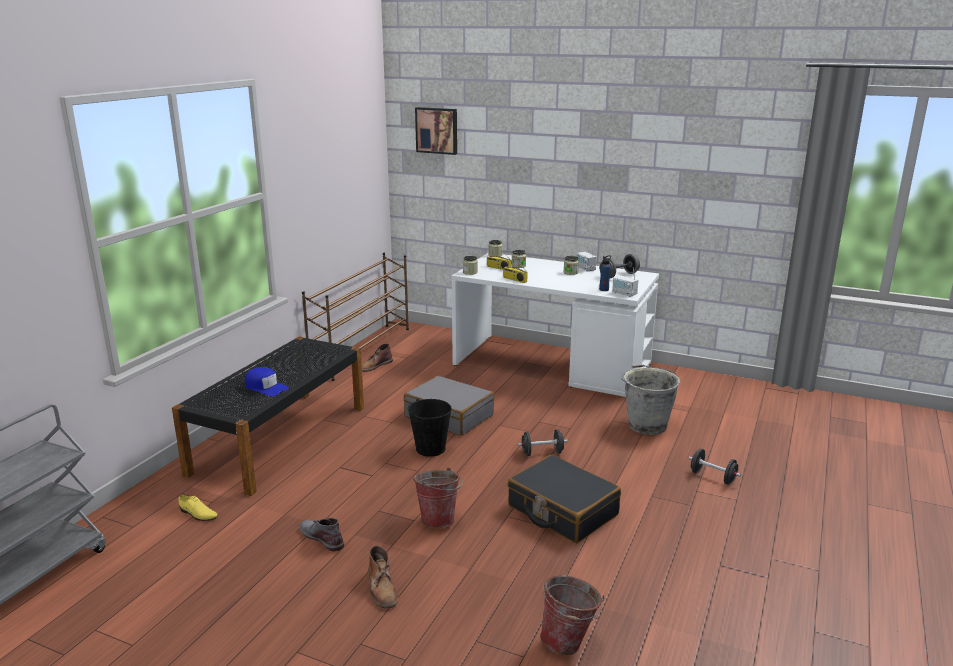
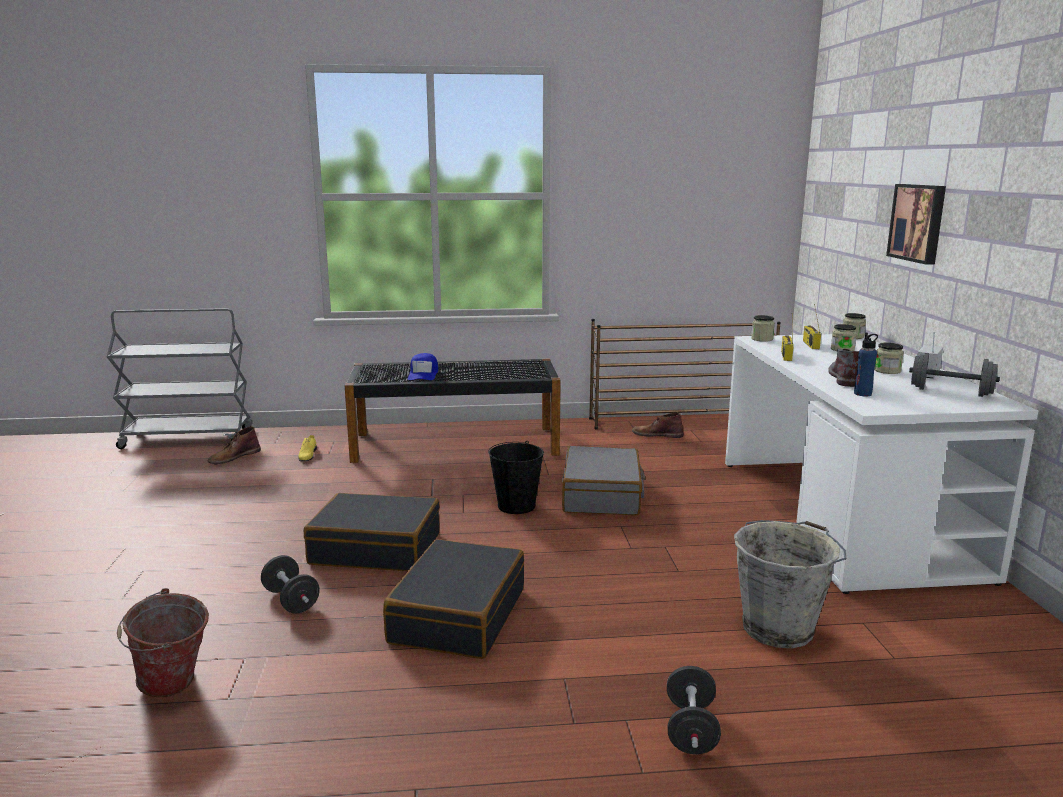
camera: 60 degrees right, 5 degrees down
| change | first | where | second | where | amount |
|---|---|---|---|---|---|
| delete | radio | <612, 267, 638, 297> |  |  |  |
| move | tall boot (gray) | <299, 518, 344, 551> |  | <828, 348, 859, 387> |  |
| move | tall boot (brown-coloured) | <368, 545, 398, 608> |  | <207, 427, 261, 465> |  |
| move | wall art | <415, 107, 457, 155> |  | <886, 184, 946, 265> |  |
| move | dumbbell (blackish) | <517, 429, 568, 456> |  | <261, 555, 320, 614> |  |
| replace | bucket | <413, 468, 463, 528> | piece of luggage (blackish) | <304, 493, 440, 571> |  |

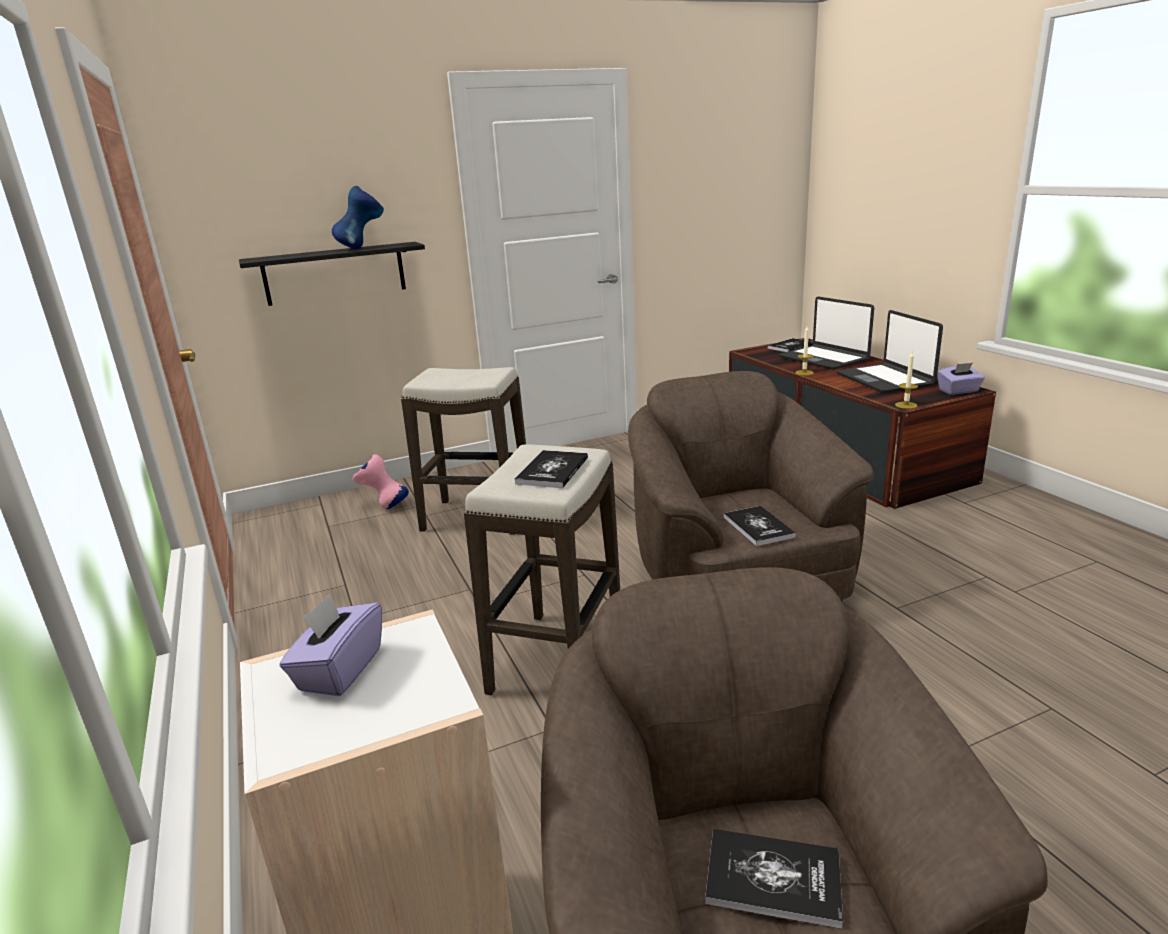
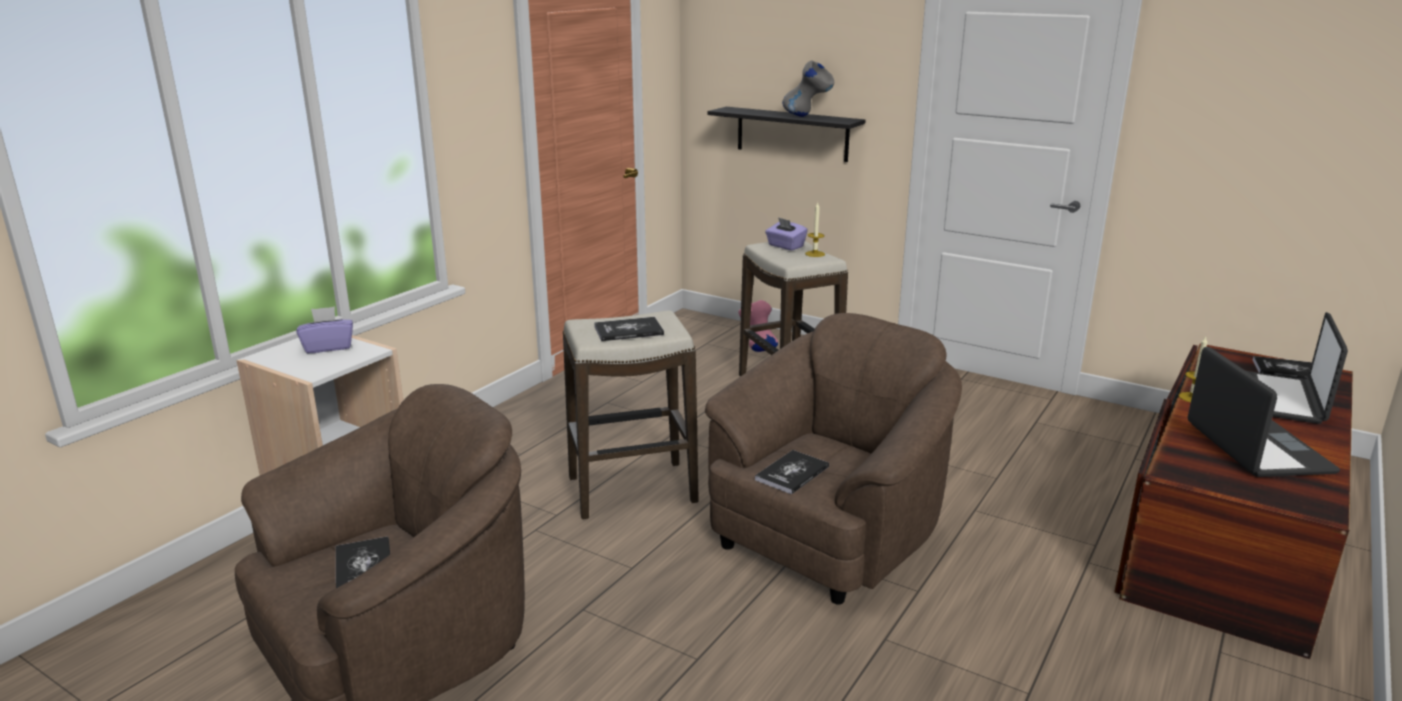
camera: 55 degrees right, 0 degrees up
| change | first | where | second | where | amount |
|---|---|---|---|---|---|
| move | wax light | <895, 352, 918, 409> |  | <805, 202, 825, 257> |  |
| move | tissue box (purplish) | <937, 363, 985, 395> |  | <765, 217, 808, 250> |  |
| recolor | vase (blue-coloured) | <332, 186, 384, 249> | vase (gray) | <782, 60, 834, 117> |  |
| rotate | portable computer | <837, 310, 943, 393> |  | <1188, 347, 1340, 477> | 135 degrees clockwise |

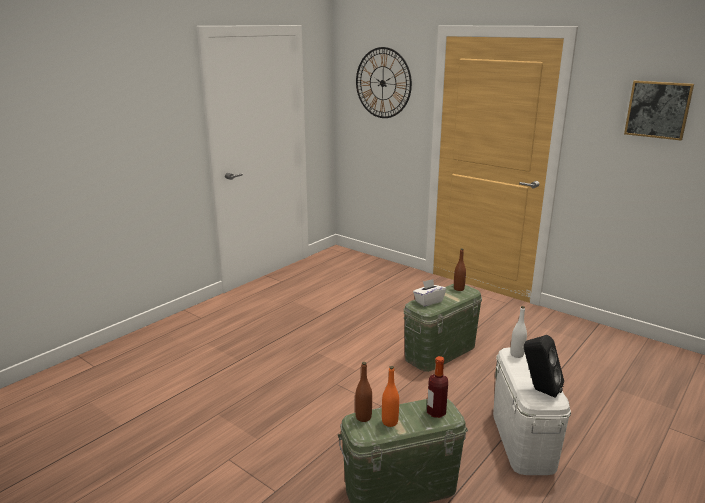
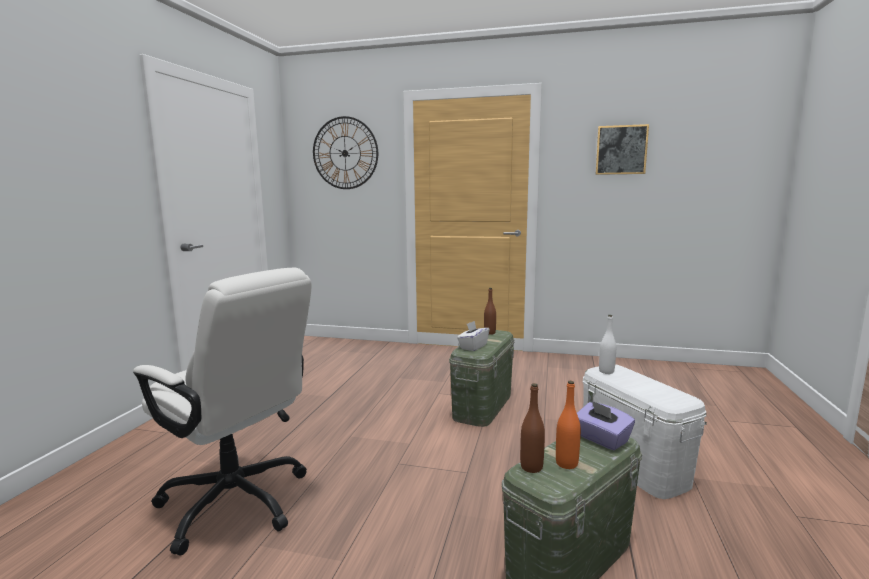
camera: 25 degrees left, 10 degrees down
| change | first | where | second | where | amount |
|---|---|---|---|---|---|
| delete | audio speaker (blackish) | <524, 335, 564, 398> |  |  |  |
| insert |  |  | desk chair (whitish) | <133, 268, 311, 556> |  |
| replace | drink bottle | <427, 356, 448, 418> | tissue box (purplish) | <577, 401, 635, 450> |  |

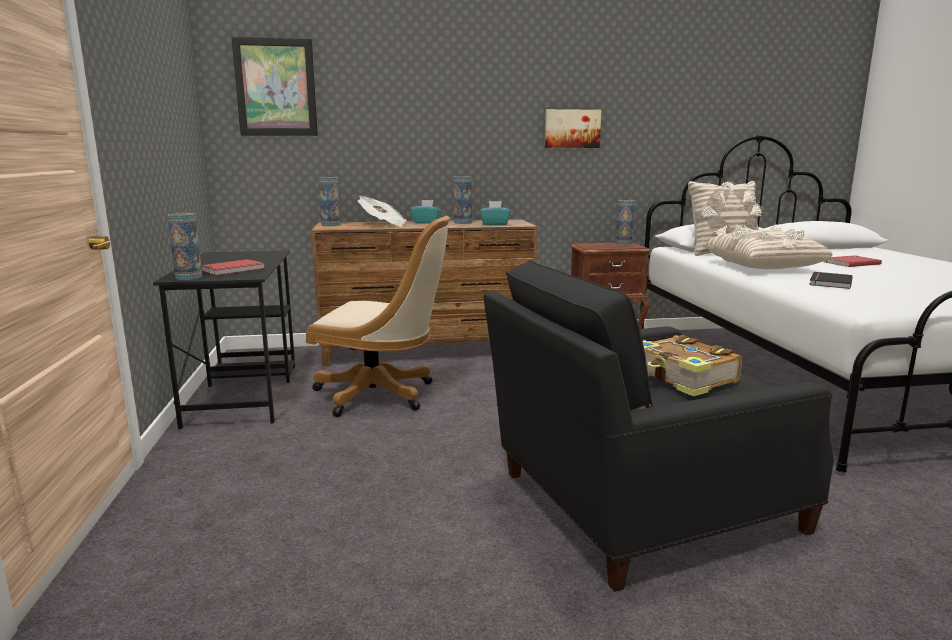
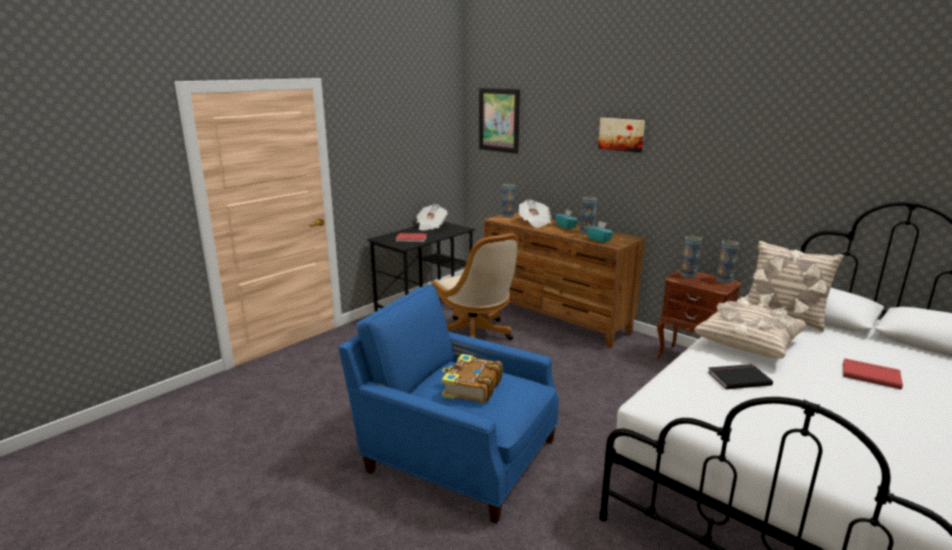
camera: 50 degrees right, 5 degrees up
| change | first | where | second | where | amount |
|---|---|---|---|---|---|
| insert |  |  | daily paper | <416, 204, 448, 230> |  |
| move | vase | <167, 213, 202, 280> |  | <680, 236, 702, 278> |  |
| move | wall art | <545, 109, 601, 148> |  | <598, 118, 645, 153> |  |
| recolor | armchair (blackish) | <483, 260, 834, 592> | armchair (blue-coloured) | <338, 285, 559, 524> |  |

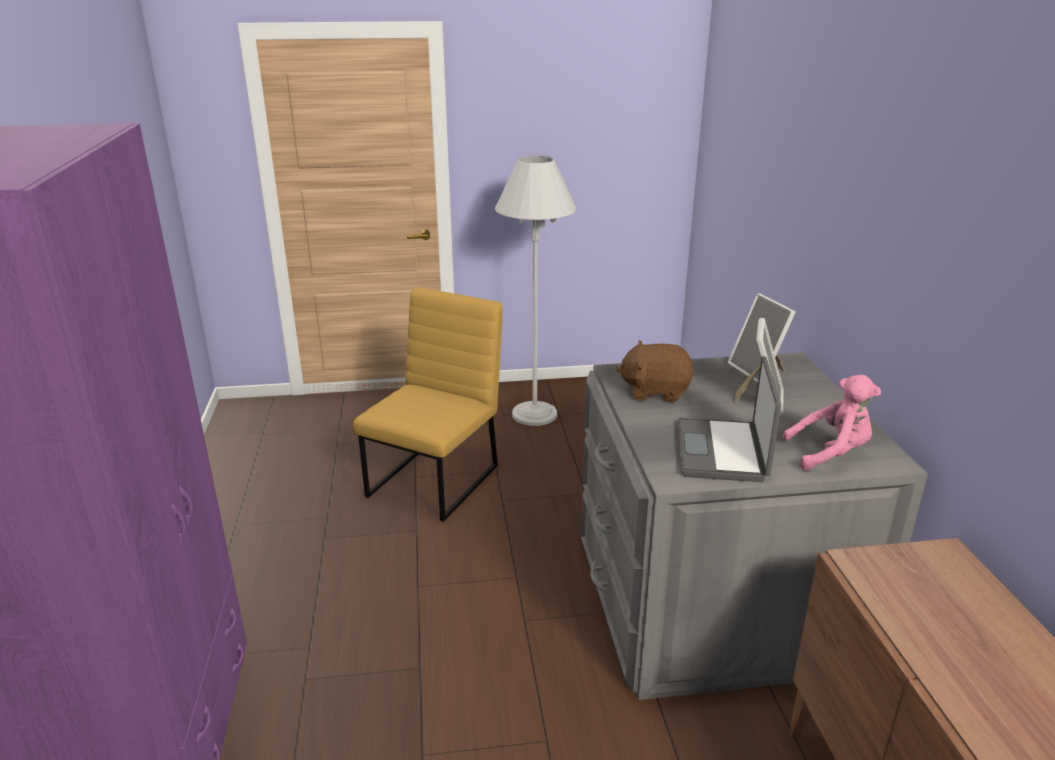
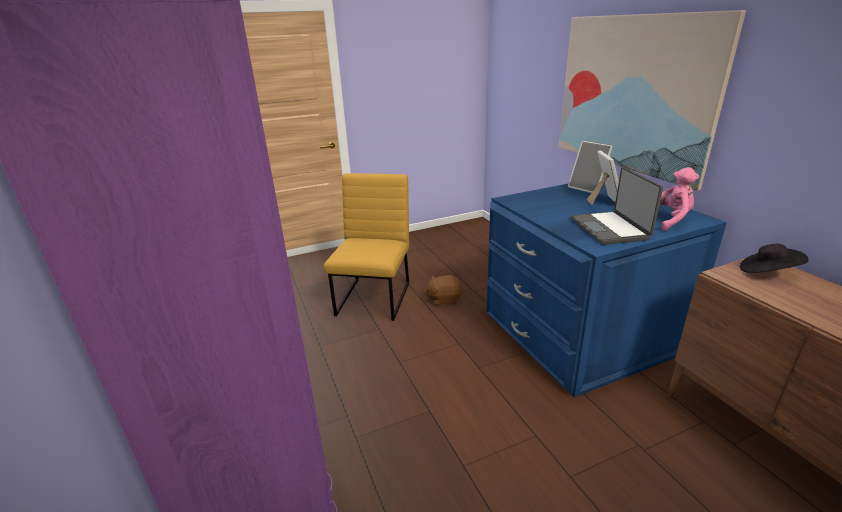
camera: 15 degrees left, 0 degrees up
| change | first | where | second | where | amount |
|---|---|---|---|---|---|
| delete | standing lamp (whitish) | <495, 156, 576, 426> |  |  |  |
| insert |  |  | wall art | <559, 10, 746, 191> |  |
| insert |  |  | hat (blackish) | <740, 244, 809, 273> |  |
| move | soft toy (brown-coloured) | <616, 340, 694, 403> |  | <424, 275, 462, 306> |  |
| recolor | dresser (gray) | <581, 352, 928, 700> | dresser (blue-coloured) | <486, 178, 727, 398> |  |

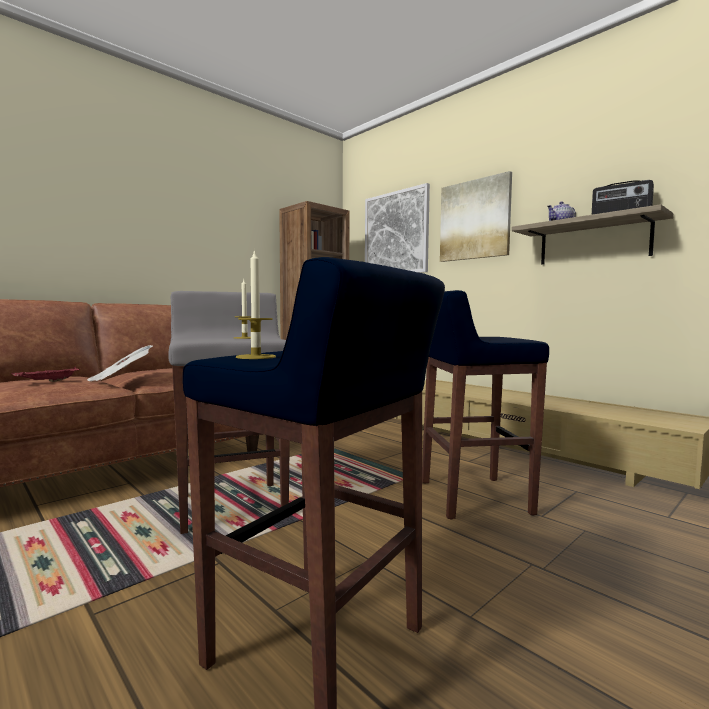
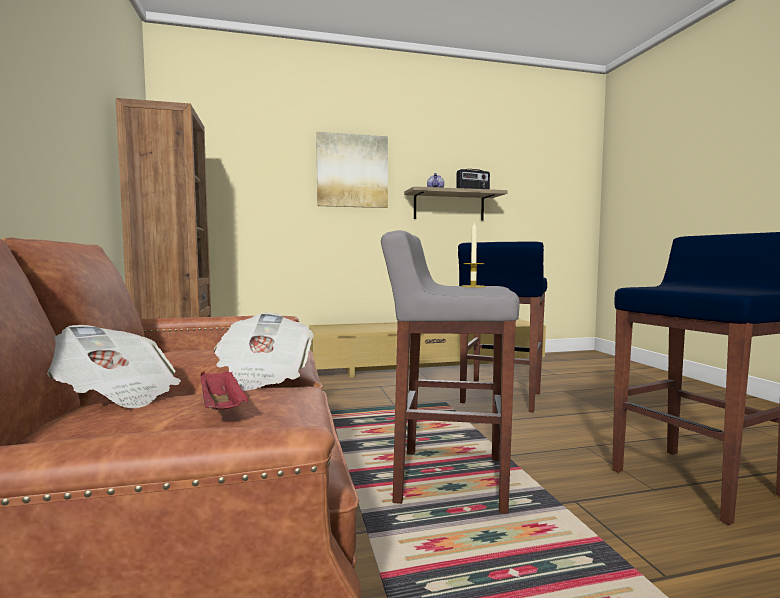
camera: 60 degrees left, 0 degrees up
| change | first | where | second | where | amount |
|---|---|---|---|---|---|
| delete | wax light | <236, 248, 276, 359> |  |  |  |
| delete | wall art | <365, 183, 430, 273> |  |  |  |
| insert |  |  | daily paper | <47, 325, 181, 408> |  |

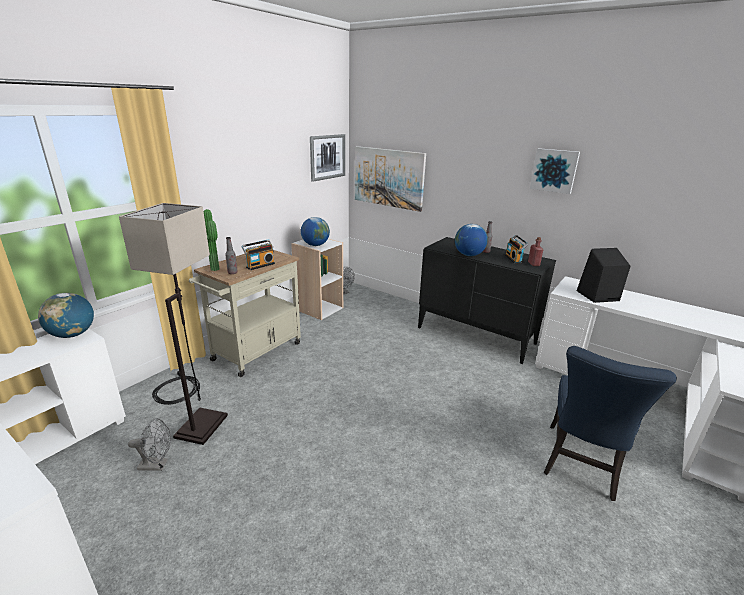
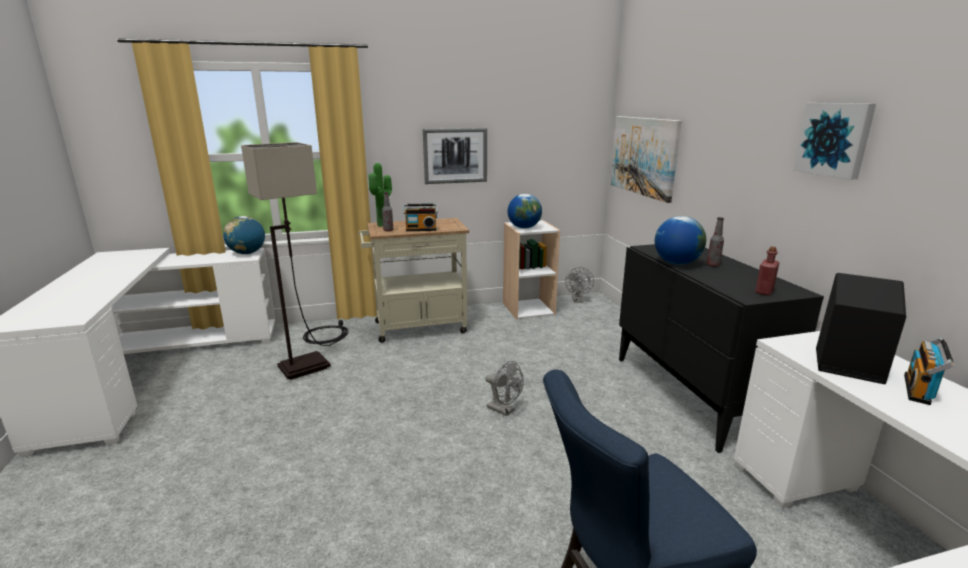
camera: 40 degrees right, 5 degrees down
| change | first | where | second | where | amount |
|---|---|---|---|---|---|
| move | electric fan (gray) | <128, 418, 171, 471> |  | <485, 361, 524, 416> |  |
| move | wall art | <310, 134, 345, 182> |  | <423, 128, 487, 184> |  |
| move | radio | <505, 235, 529, 264> |  | <904, 337, 955, 405> |  |

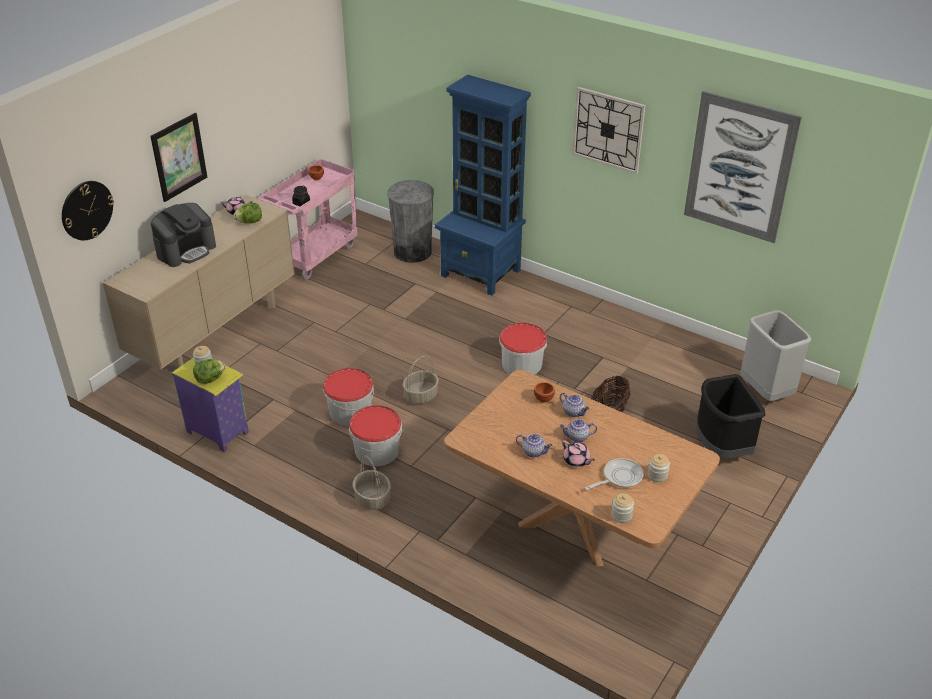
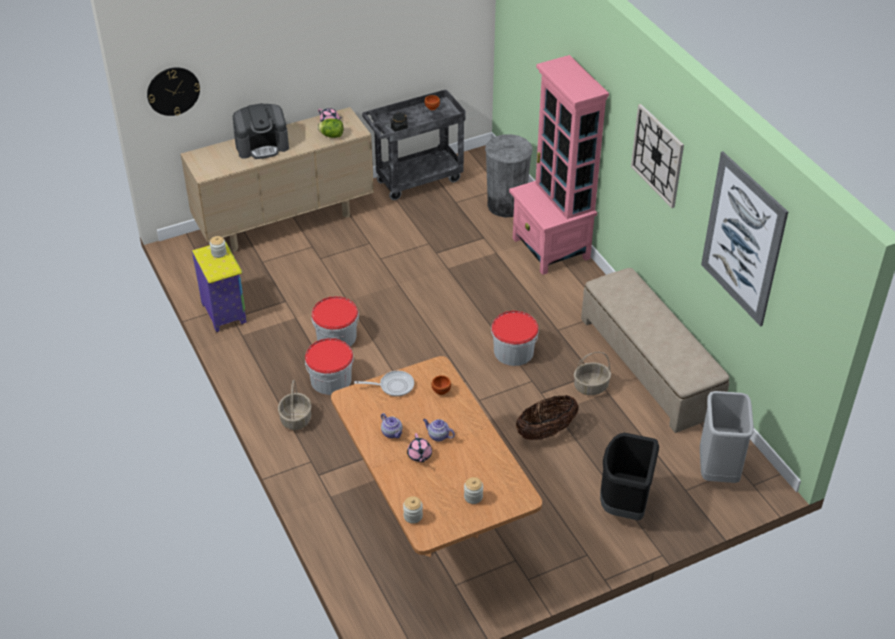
camera: 30 degrees right, 5 degrees up
| change | first | where | second | where | amount |
|---|---|---|---|---|---|
| delete | wall art | <150, 113, 207, 202> |  |  |  |
| delete | head of lettuce | <193, 359, 225, 384> |  |  |  |
| delete | pot for tea | <560, 392, 589, 417> |  |  |  |
| insert |  |  | indoor bench (beige) | <581, 268, 729, 433> |  |
| move | household basket | <403, 356, 439, 404> |  | <574, 352, 611, 395> |  |
| move | frying pan | <585, 458, 643, 490> |  | <355, 371, 414, 397> |  |
| recolor | cart (pinkish) | <258, 159, 358, 280> | cart (gray) | <362, 90, 465, 200> |  |
| recolor | cabinet (blue-coloured) | <435, 75, 531, 296> | cabinet (pinkish) | <509, 55, 609, 275> |  |

